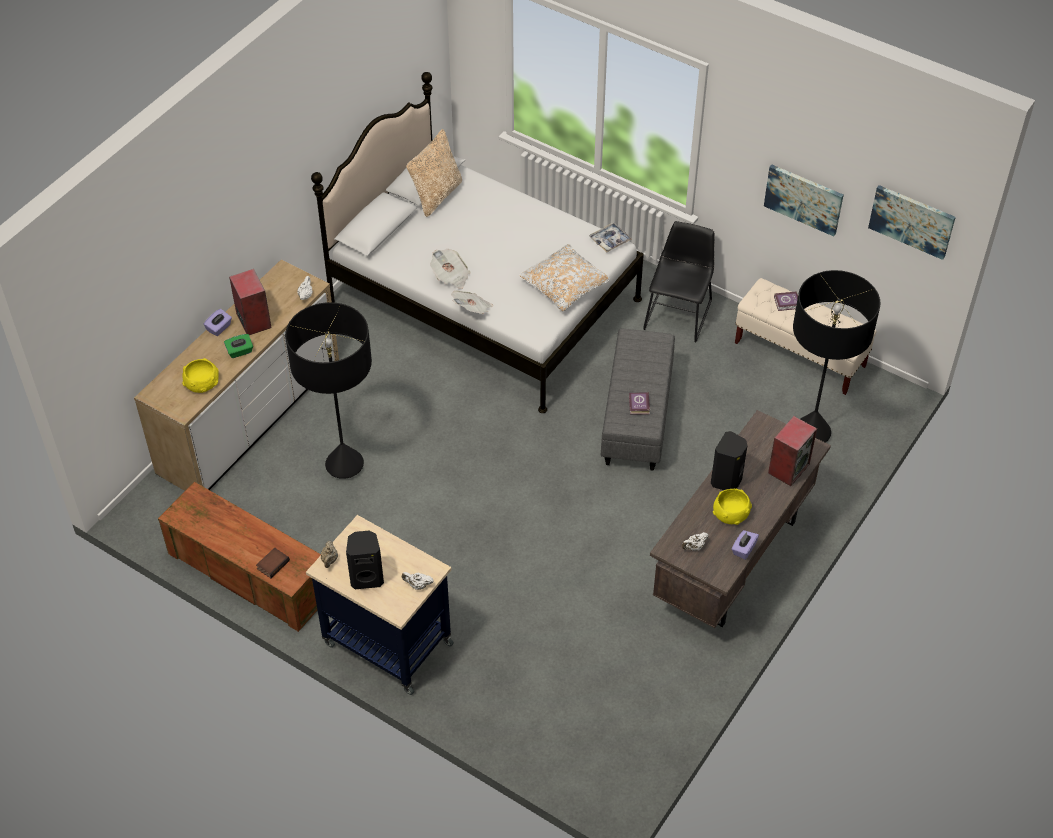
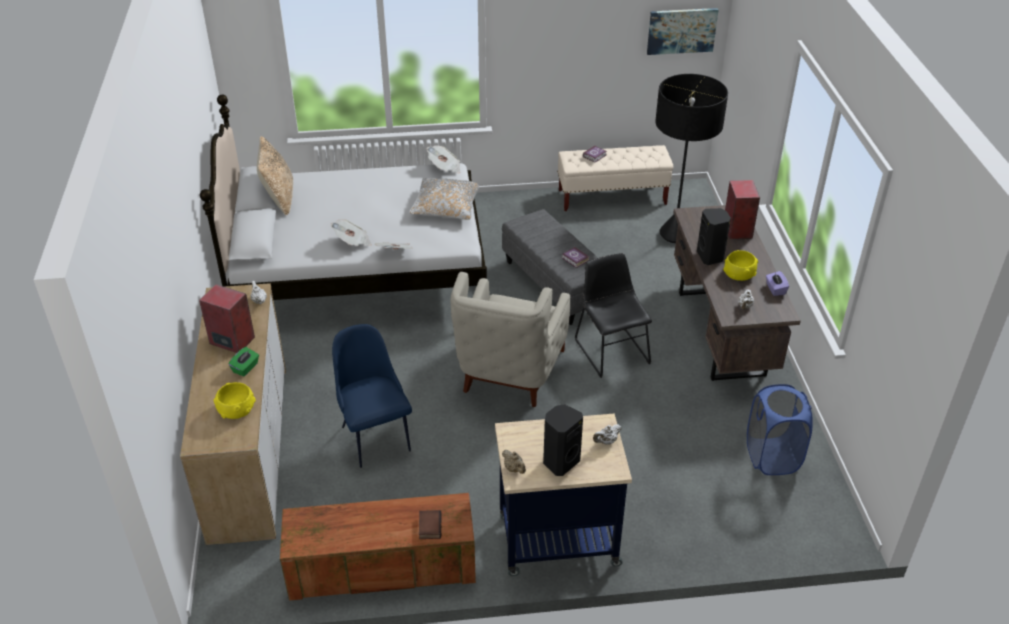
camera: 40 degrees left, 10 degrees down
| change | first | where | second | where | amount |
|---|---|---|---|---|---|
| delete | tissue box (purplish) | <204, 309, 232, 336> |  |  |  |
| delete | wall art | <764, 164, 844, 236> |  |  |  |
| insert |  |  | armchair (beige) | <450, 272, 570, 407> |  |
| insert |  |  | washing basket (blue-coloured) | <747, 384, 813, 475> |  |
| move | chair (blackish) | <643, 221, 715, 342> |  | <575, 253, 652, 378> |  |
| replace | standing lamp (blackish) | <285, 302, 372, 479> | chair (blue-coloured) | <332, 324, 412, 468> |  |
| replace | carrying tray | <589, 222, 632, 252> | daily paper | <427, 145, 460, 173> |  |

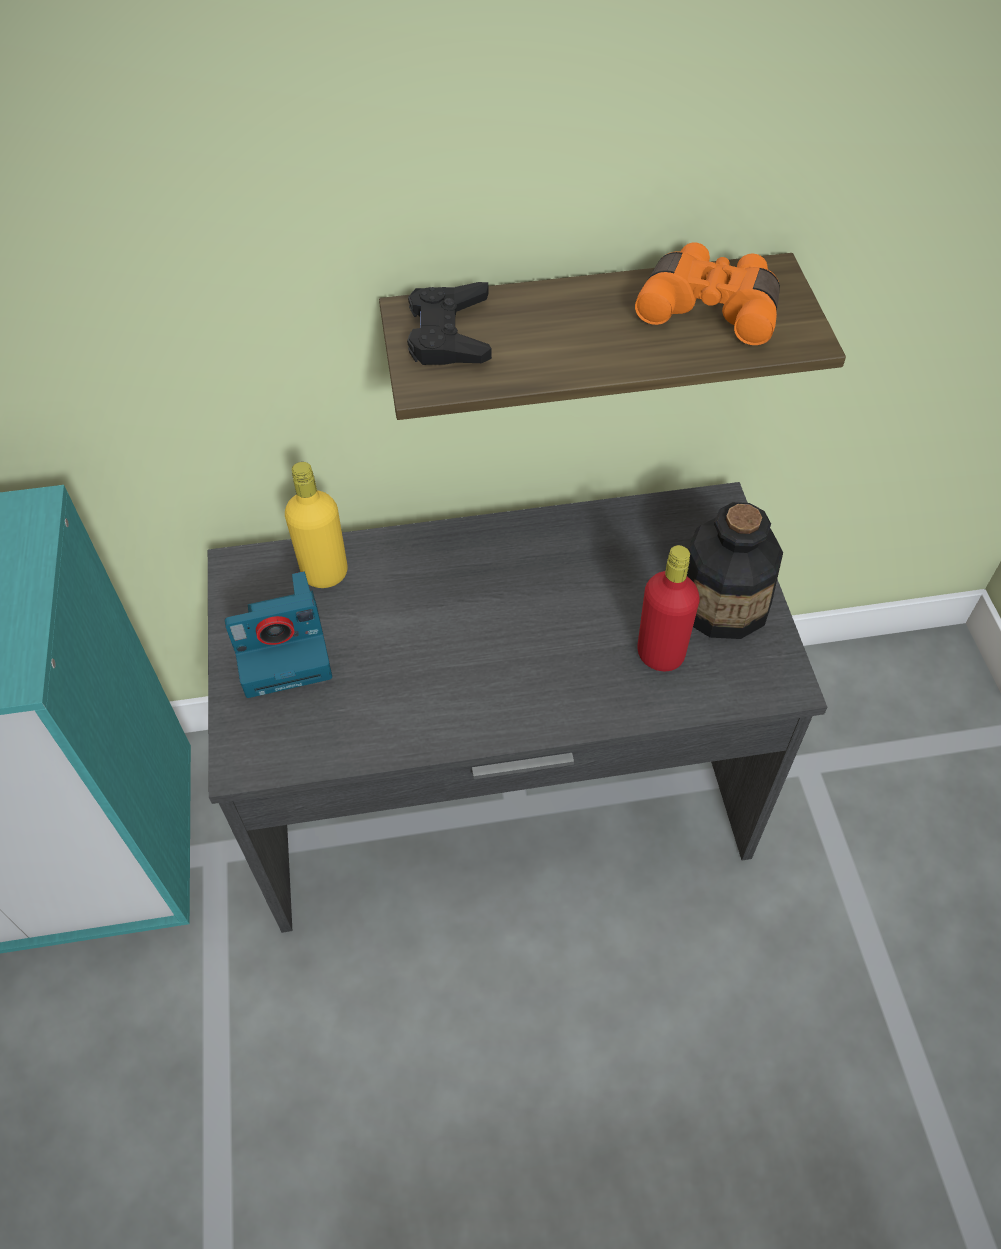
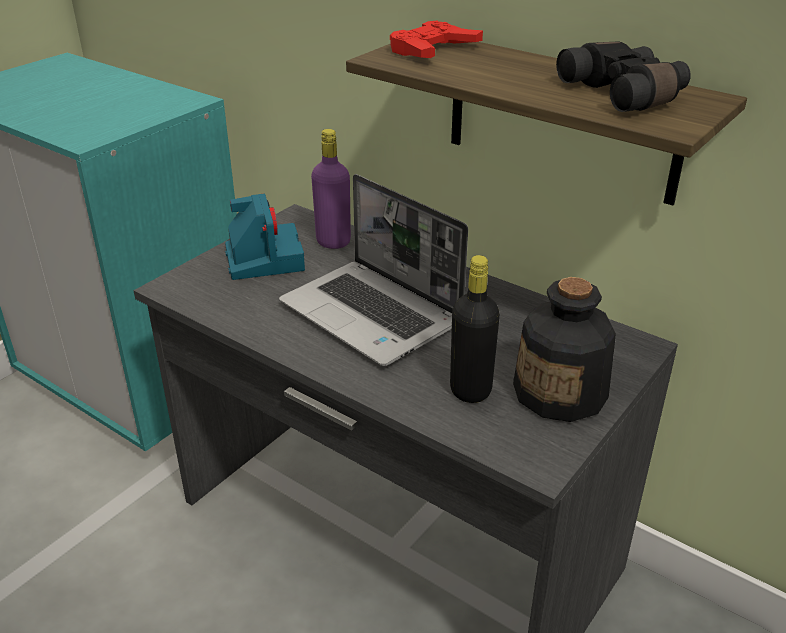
camera: 45 degrees right, 20 degrees down
| change | first | where | second | where | amount |
|---|---|---|---|---|---|
| insert |  |  | portable computer | <279, 174, 468, 366> |  |
| recolor | drink bottle (yellowish) | <285, 462, 347, 588> | drink bottle (purplish) | <311, 129, 351, 249> |  |
| recolor | gamepad (blackish) | <407, 282, 492, 365> | gamepad (red) | <390, 20, 483, 58> |  |
| recolor | binoculars (orange) | <635, 242, 780, 345> | binoculars (blackish) | <556, 42, 691, 112> |  |
| recolor | drink bottle (red) | <637, 545, 700, 671> | drink bottle (blackish) | <450, 255, 500, 403> |  |
| rotate | still camera | <225, 571, 332, 698> |  | <225, 193, 305, 280> | 135 degrees counterclockwise |

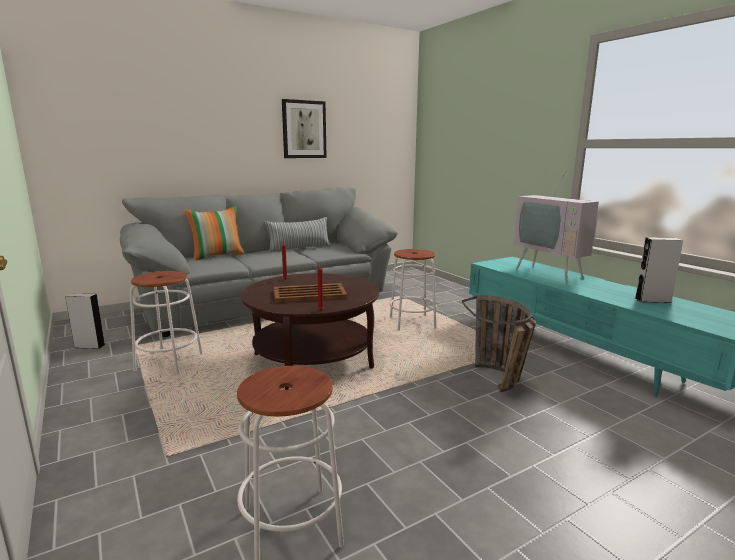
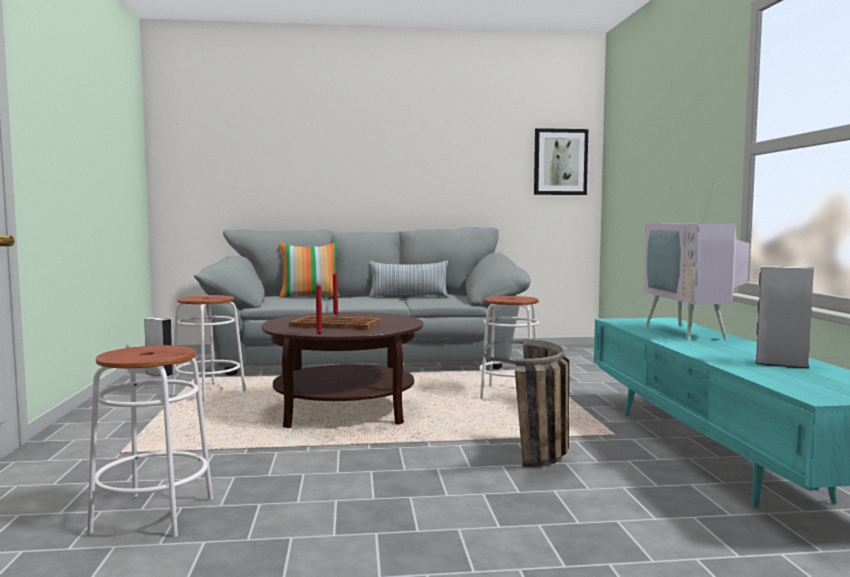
camera: 25 degrees right, 10 degrees down
| change | first | where | second | where | amount |
|---|---|---|---|---|---|
| move | wall art | <282, 99, 327, 158> |  | <534, 128, 588, 195> |  |

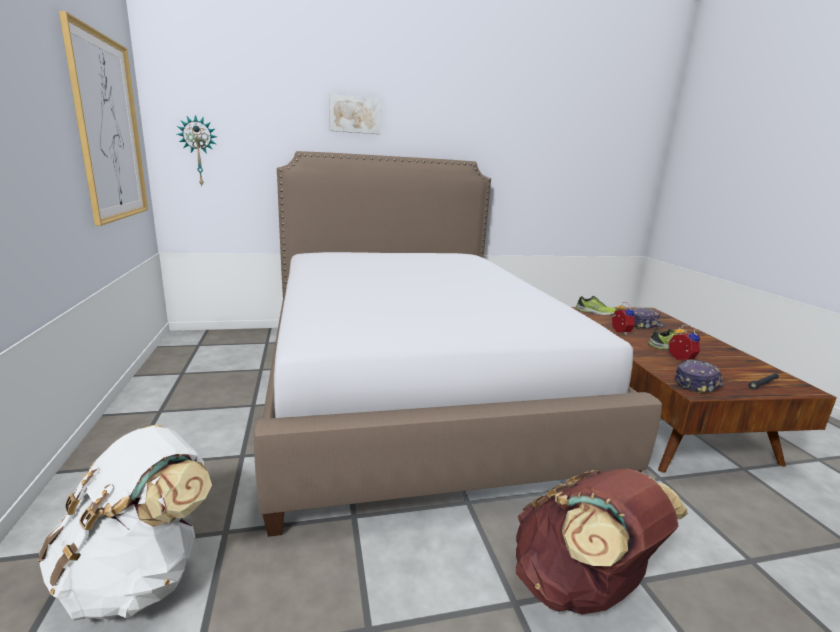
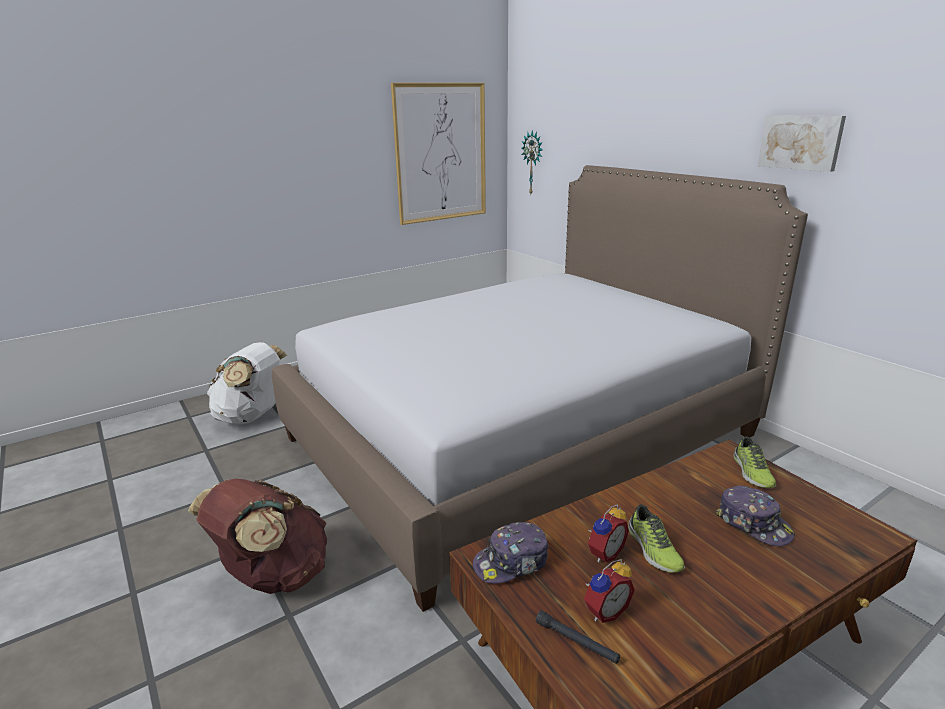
camera: 70 degrees right, 5 degrees up
| change | first | where | second | where | amount |
|---|---|---|---|---|---|
| move | wall art | <330, 94, 380, 134> |  | <758, 115, 846, 172> |  |
| move | alarm clock | <612, 302, 635, 335> |  | <584, 559, 635, 623> |  |
| rotate | baseball cap | <675, 360, 724, 394> |  | <473, 522, 548, 584> | 120 degrees clockwise |

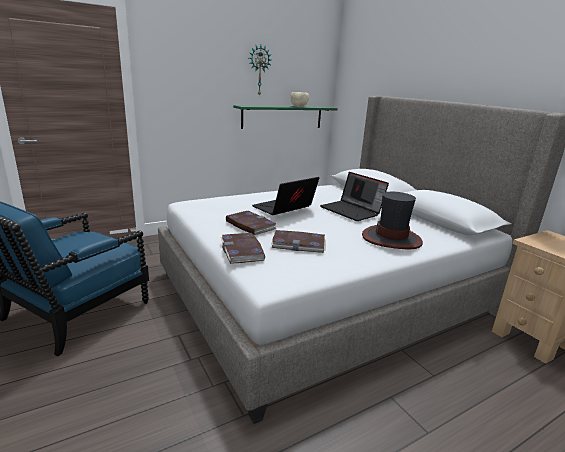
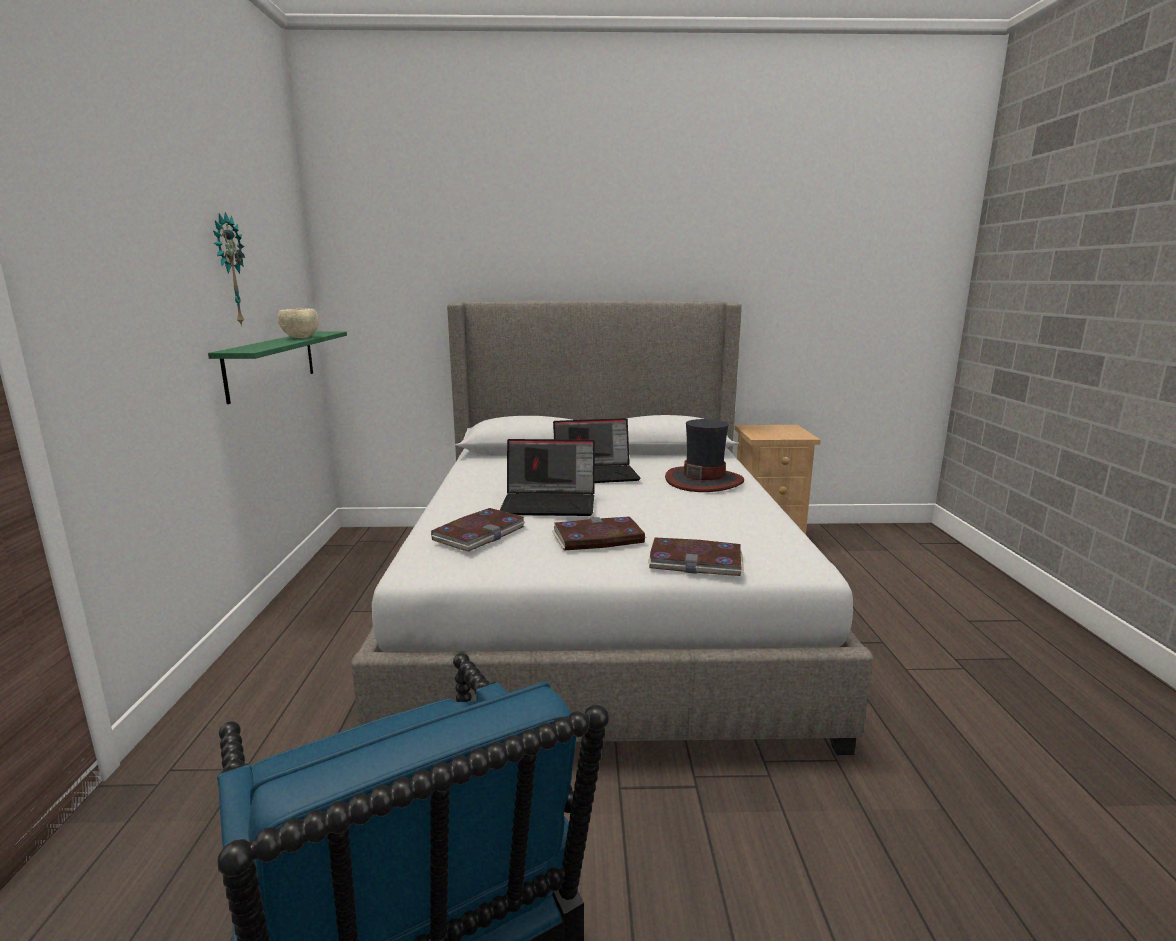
camera: 60 degrees left, 5 degrees down
| change | first | where | second | where | amount |
|---|---|---|---|---|---|
| move | book | <271, 230, 326, 253> |  | <431, 508, 525, 551> |  |
| rotate | portable computer | <252, 177, 319, 215> |  | <500, 439, 595, 516> | 75 degrees counterclockwise |

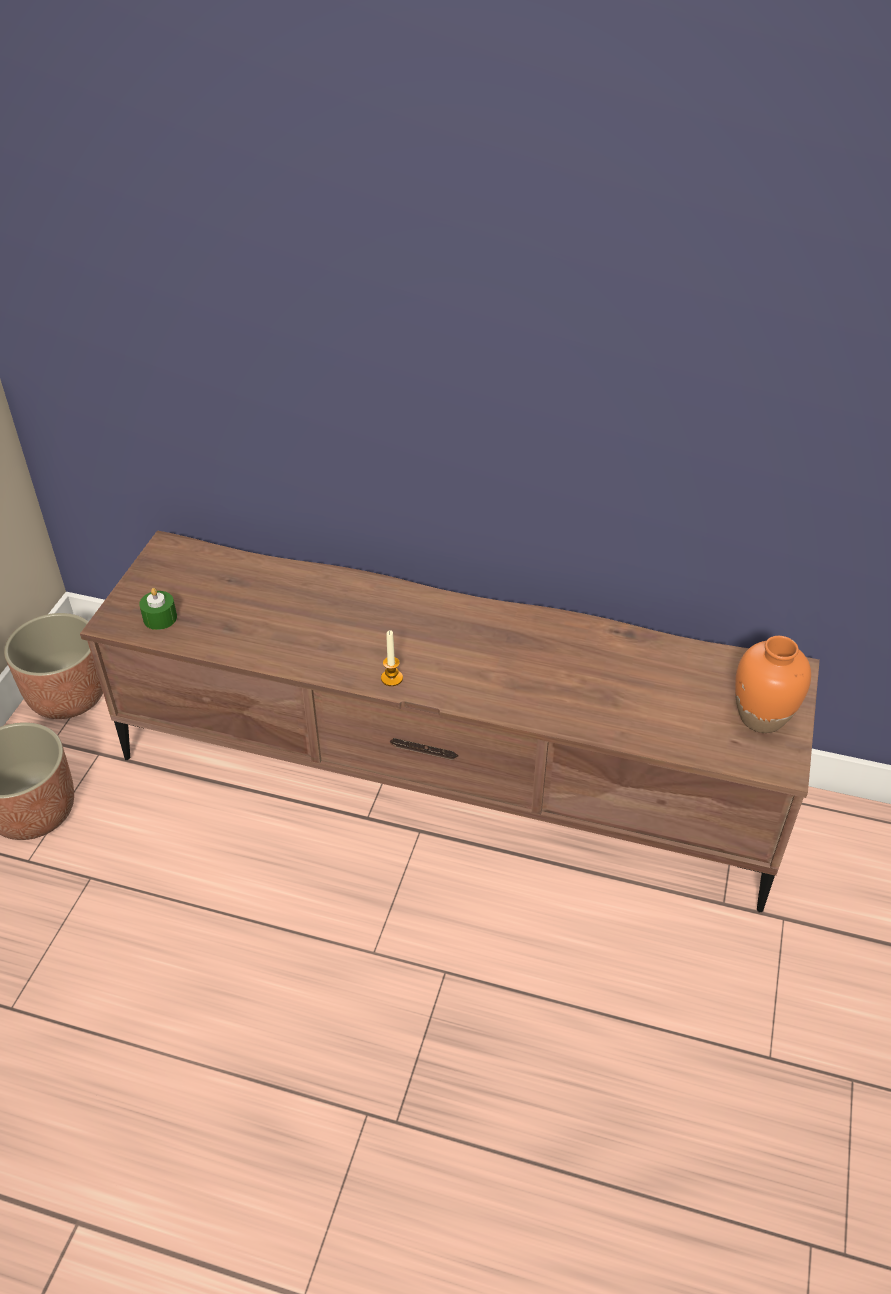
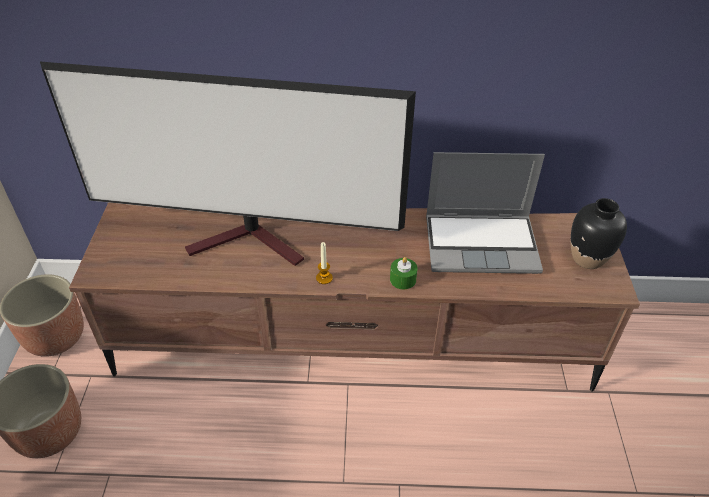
camera: 15 degrees left, 0 degrees up
| change | first | where | second | where | amount |
|---|---|---|---|---|---|
| insert |  |  | TV | <40, 62, 416, 266> |  |
| insert |  |  | portable computer | <426, 152, 545, 274> |  |
| move | wax light (green) | <139, 588, 177, 630> |  | <390, 257, 418, 289> |  |
| recolor | vase (orange) | <735, 636, 811, 733> | vase (blackish) | <570, 198, 627, 269> |  |

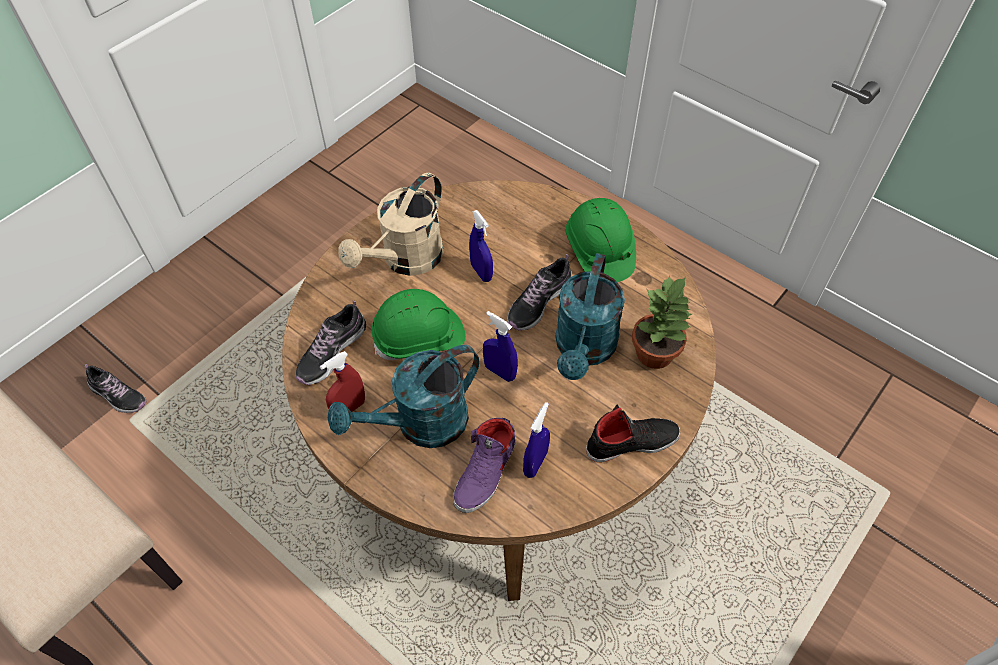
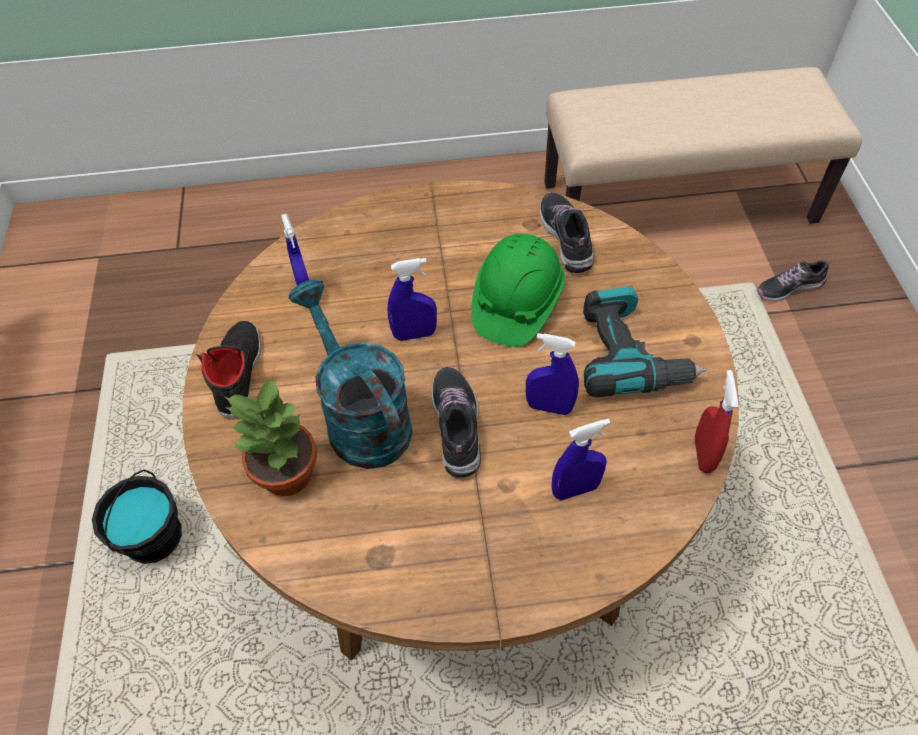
camera: 135 degrees right, 0 degrees up
| change | first | where | second | where | amount |
|---|---|---|---|---|---|
| delete | watering can (blue-green) | <328, 345, 479, 448> |  |  |  |
| delete | shoe (purplish) | <453, 418, 515, 513> |  |  |  |
| delete | hard hat (green) | <566, 198, 636, 282> |  |  |  |
| insert |  |  | bucket (blackish) | <92, 469, 182, 564> |  |
| insert |  |  | hand sprayer (blue-coloured) | <552, 419, 610, 500> |  |
| move | hand sprayer (red) | <320, 351, 365, 412> |  | <695, 370, 738, 473> |  |
| replace | watering can (beige) | <338, 173, 444, 276> | drill | <583, 286, 707, 397> |  |
| rotate | shoe (blackish) | <586, 404, 680, 462> |  | <196, 321, 261, 419> | 150 degrees clockwise |

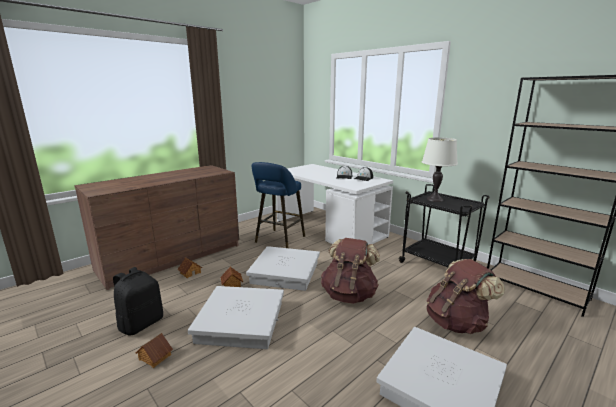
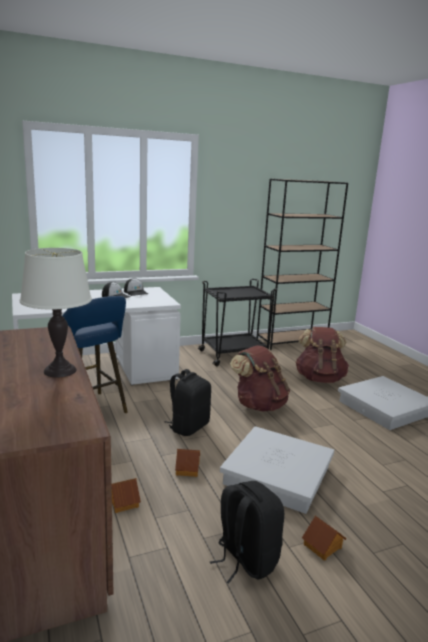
camera: 70 degrees left, 0 degrees up
| change | first | where | second | where | amount |
|---|---|---|---|---|---|
| move | table lamp (whitish) | <422, 137, 458, 202> |  | <20, 248, 92, 378> |  |
| replace | storage box (whitish) | <246, 246, 320, 291> | knapsack (blackish) | <165, 369, 211, 436> |  |

